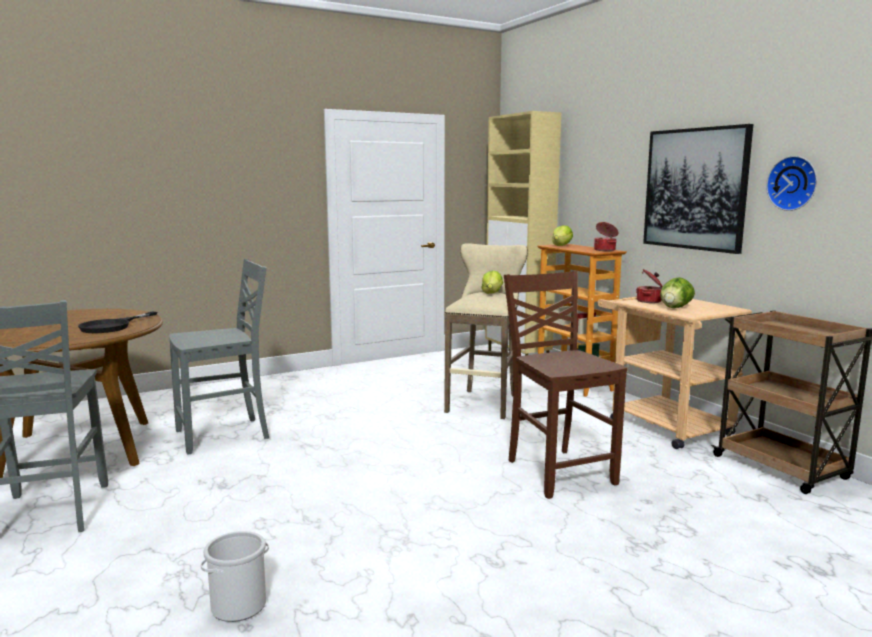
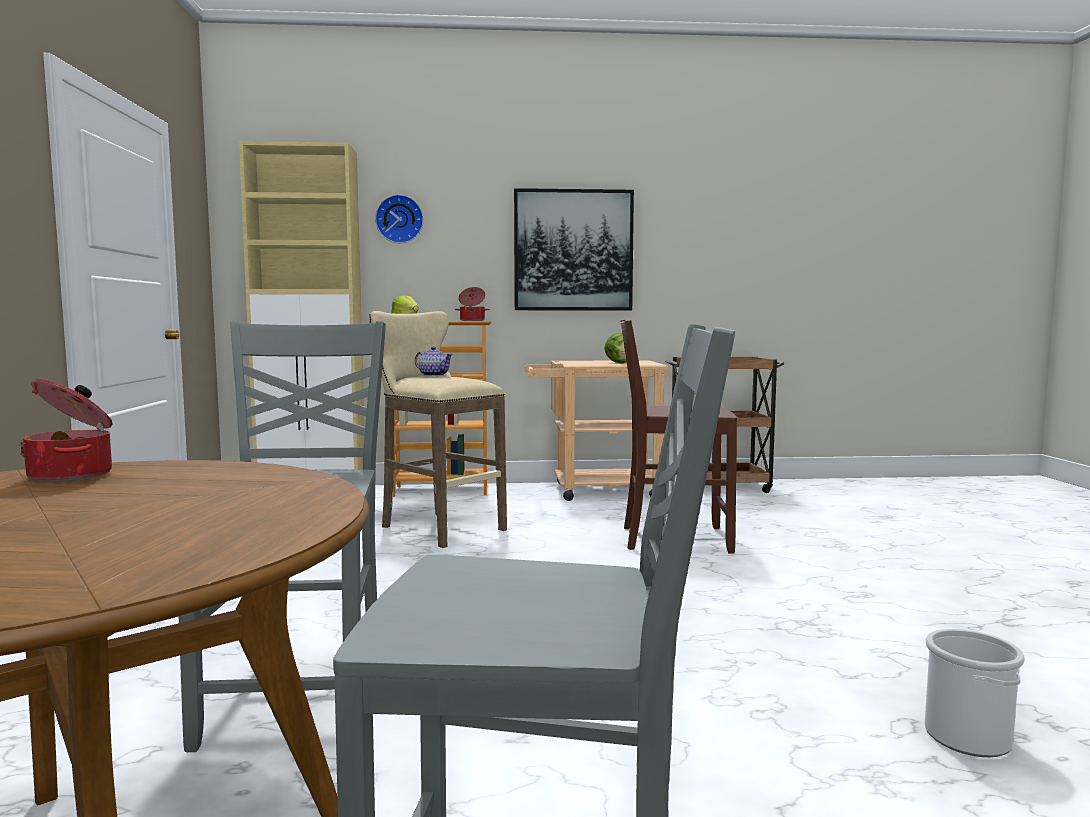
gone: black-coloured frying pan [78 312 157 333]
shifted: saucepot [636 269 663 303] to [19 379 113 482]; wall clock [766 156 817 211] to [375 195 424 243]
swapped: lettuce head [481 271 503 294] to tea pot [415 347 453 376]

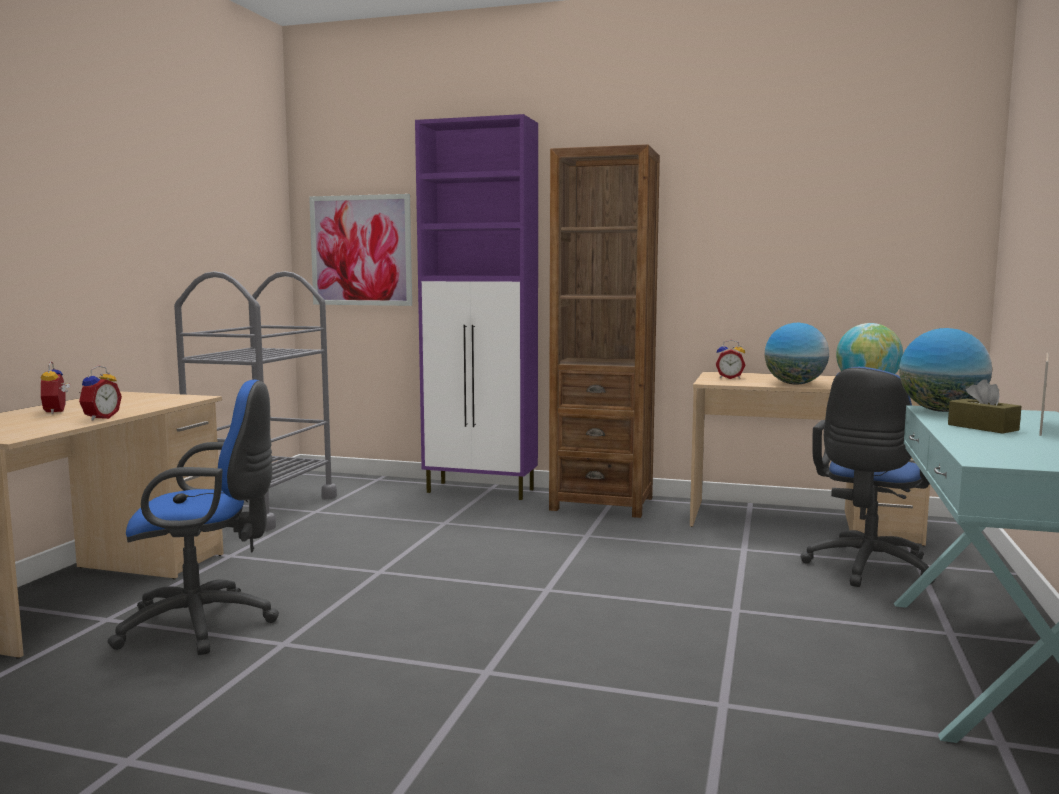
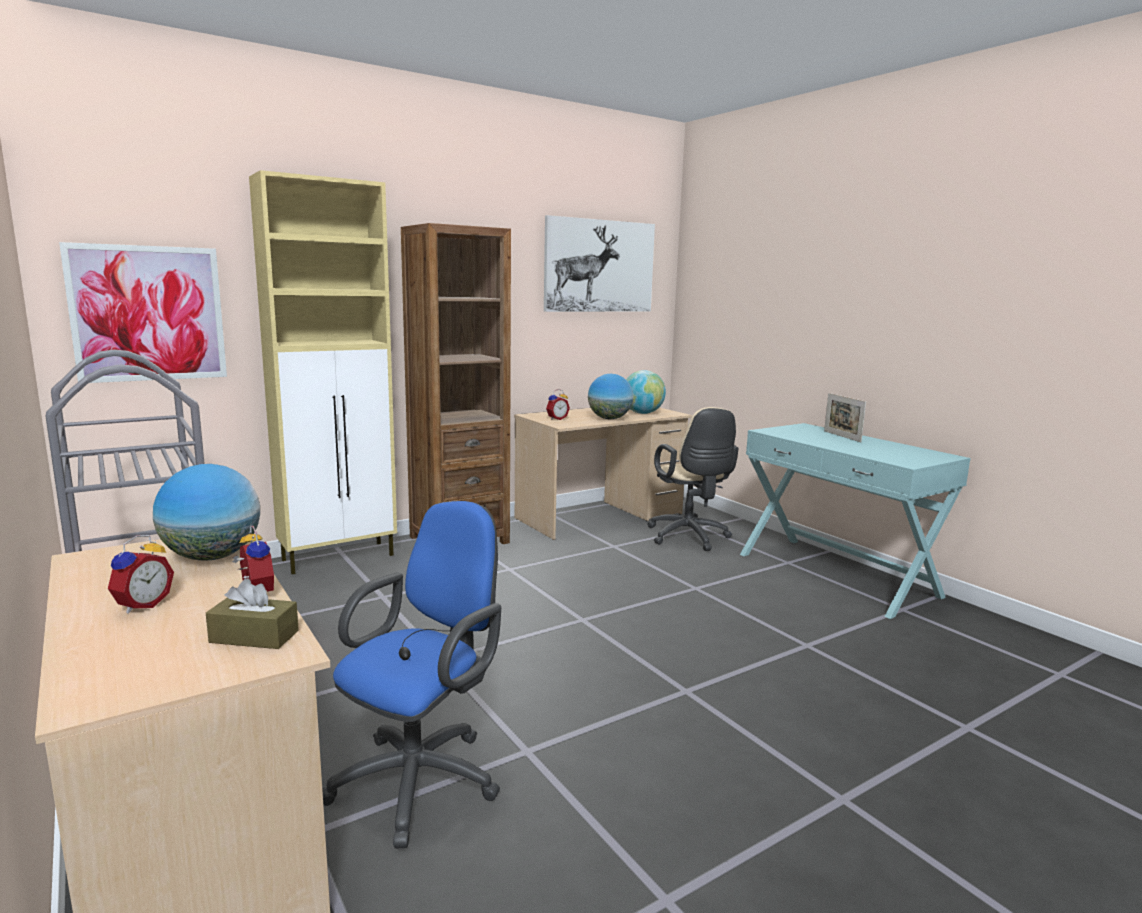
new: picture [544 215 655 312]
shifted: globe [899 328 992 412] to [153 464 260 561]; brown box of tissues [948 379 1021 434] to [206 578 299 649]
repainted: purple-coloured storage cabinet [415 114 538 500] to beige storage cabinet [249 170 397 574]; blue computer chair [801 367 936 587] to beige computer chair [647 407 739 551]
rotated: table clock [40 361 70 414] = [108 535 174 614] 90 degrees counterclockwise

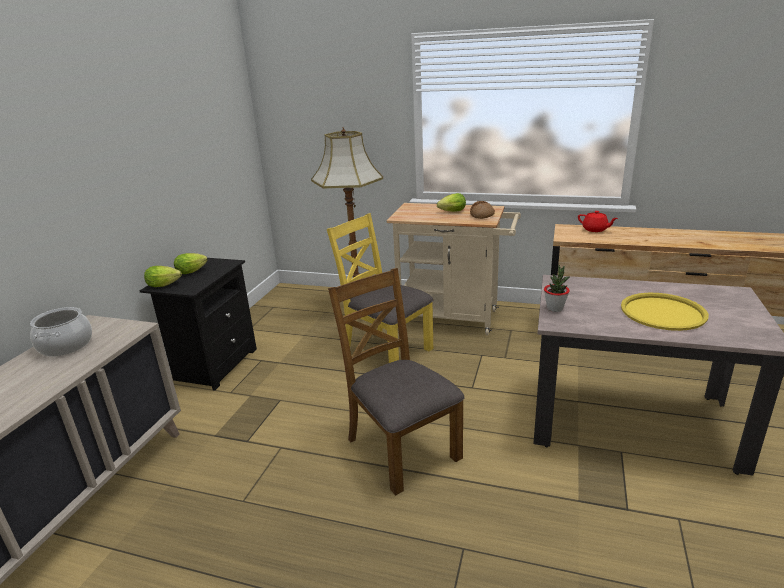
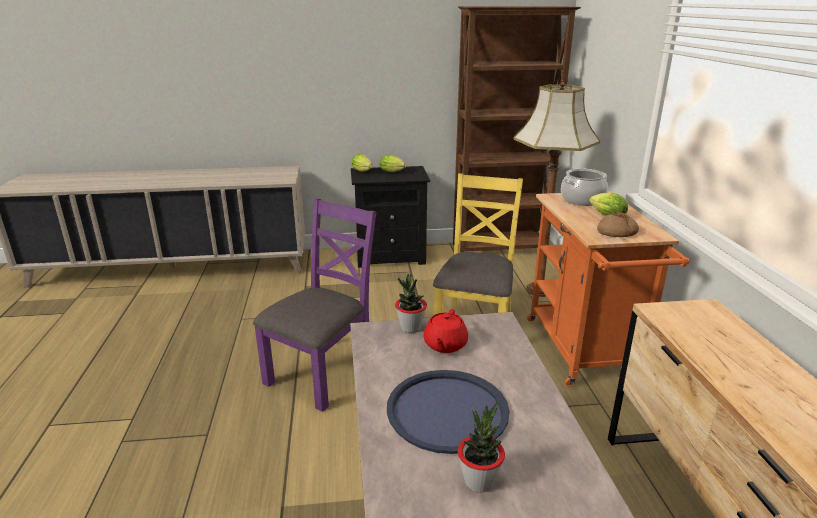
new: brown bookshelf [453 6 581 252]; potted plant [458 401 505 492]
shifted: saucepot [30 307 92 356] to [561 168 608 206]; red-coloured tea pot [578 211 618 232] to [424 309 468 353]
repainted: brown chair [328 268 465 495] to purple-coloured chair [253 198 376 412]; beige wheeled cart [386 203 521 335] to orange wheeled cart [527 191 689 386]; yellow-coloured serving tray [621 293 709 331] to blue serving tray [387 370 510 454]

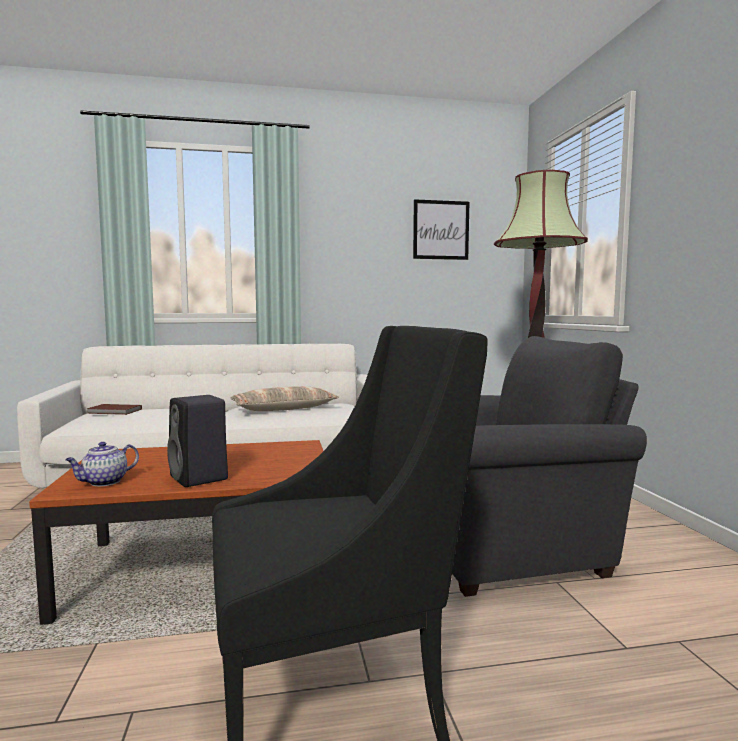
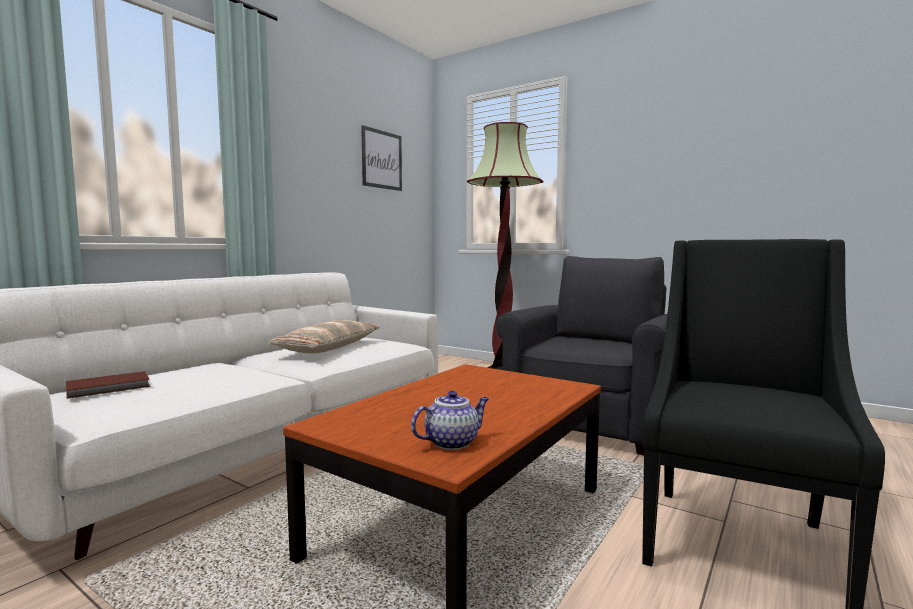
gone: black-coloured speaker [167 395 228 487]
rotated: tea pot [65 442 139 486] = [411 391 489 450] 120 degrees counterclockwise

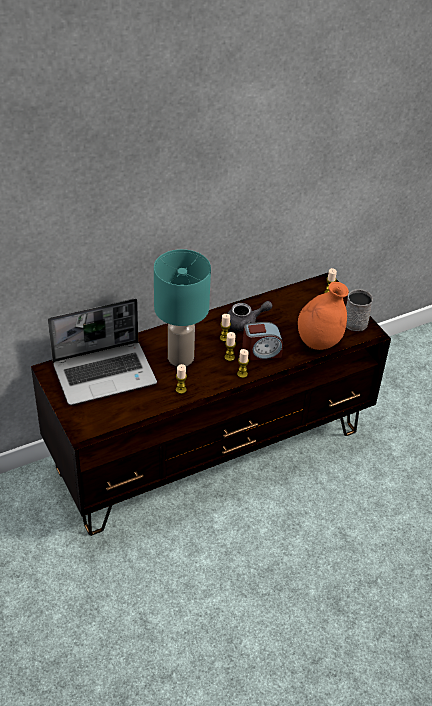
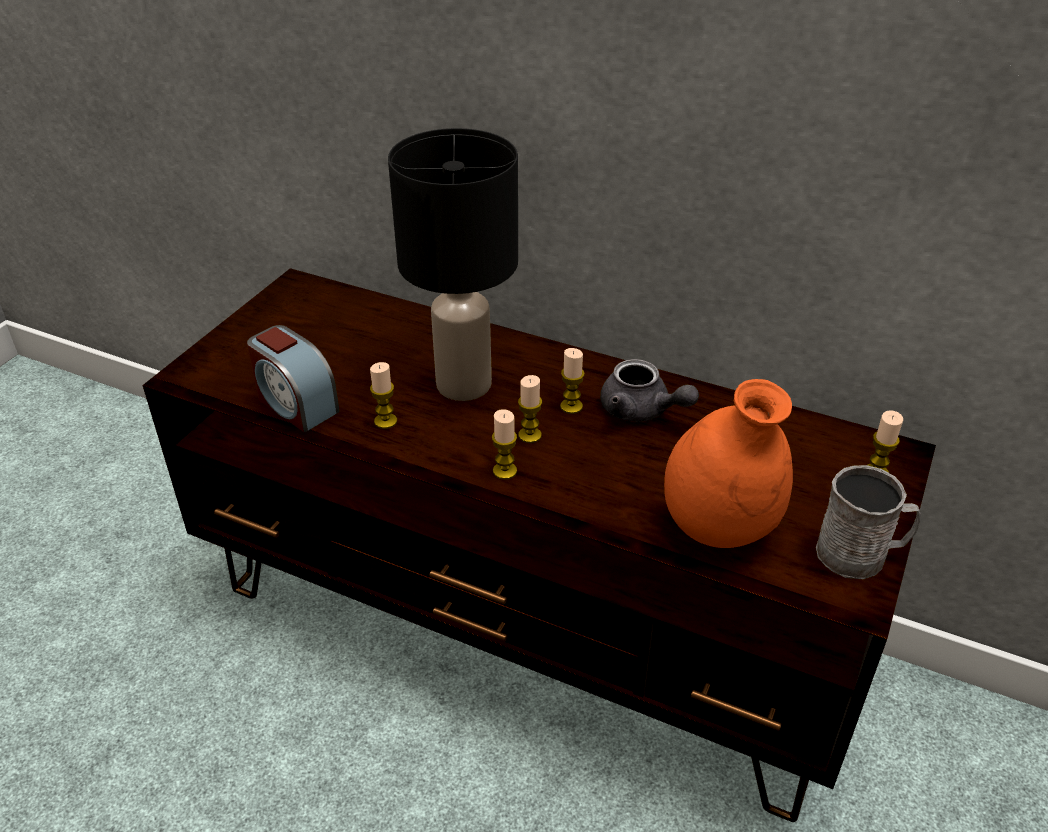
gone: portable computer [48 298 157 405]
shifted: table clock [242 322 283 361] to [247 325 340 432]
repainted: blue-green table lamp [154 249 211 366] to black-coloured table lamp [388 128 518 401]

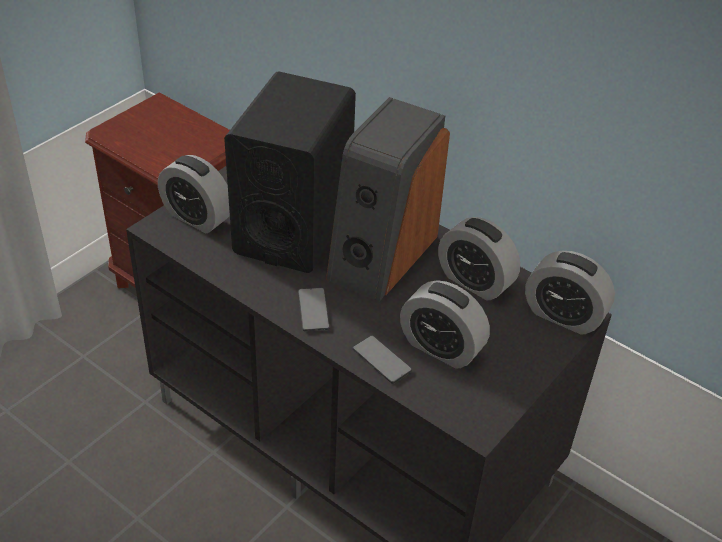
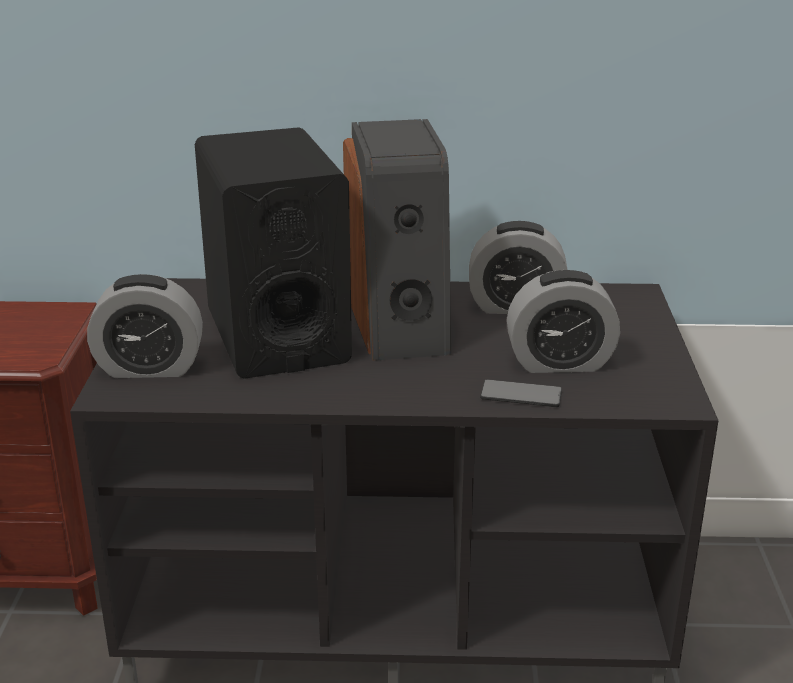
gone: handset [298 288 330 331]; table clock [525 251 615 335]

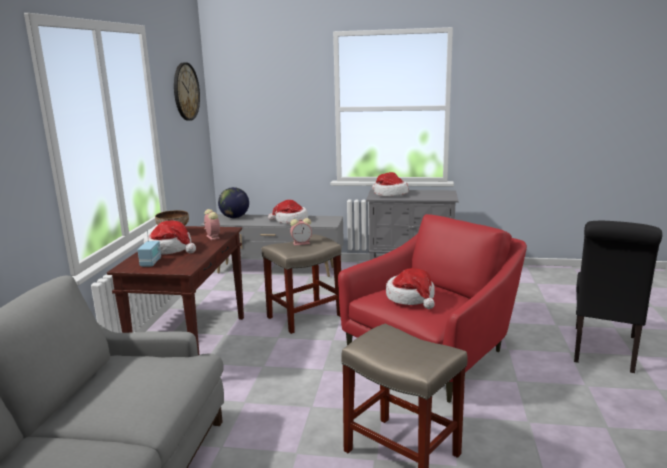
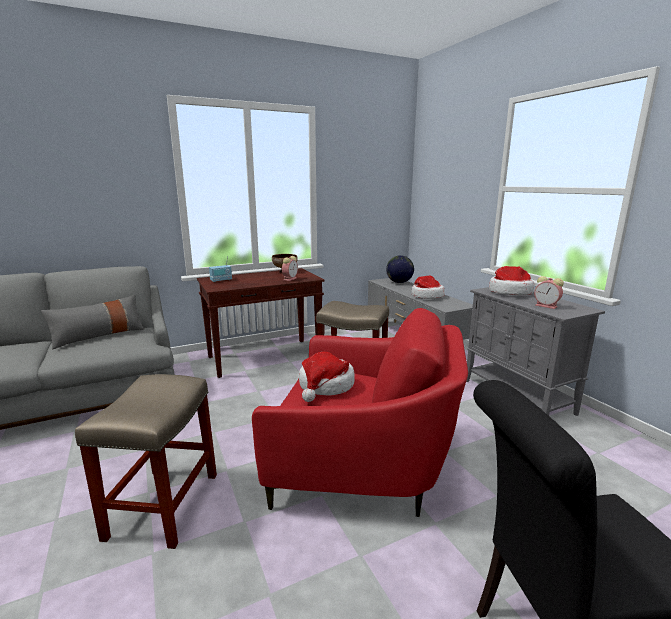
gone: hat [144 220 196 255]; wall clock [174 62 200 121]
new: grey cushion [41 295 144 350]
shifted: table clock [290 218 312 246] to [534 276 564 309]

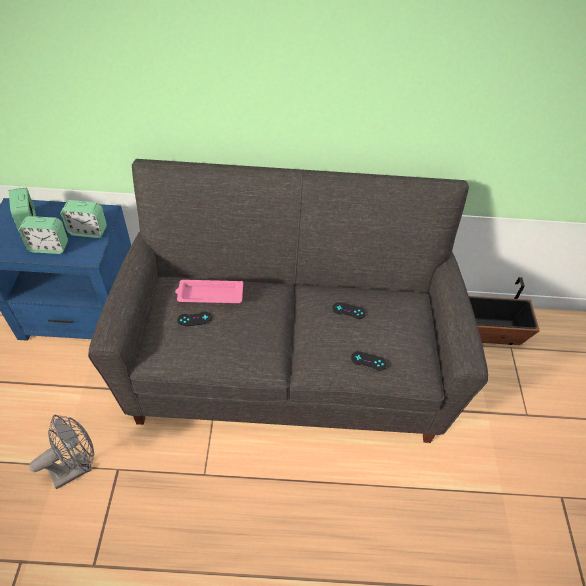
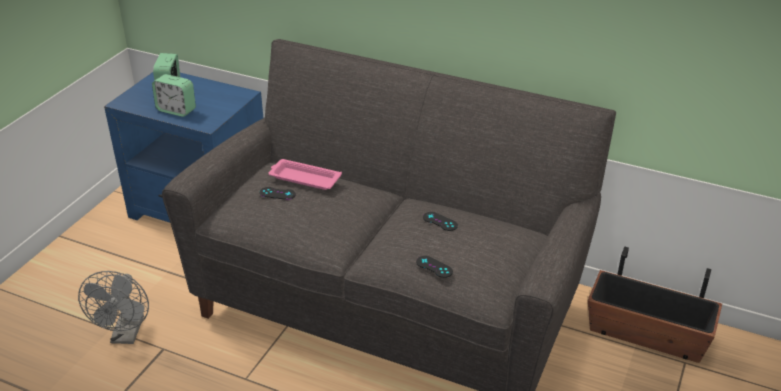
gone: table clock [60 200 107 238]
rotated: grey cooling fan [29 415 94 489] = [78 271 149 344] 105 degrees clockwise

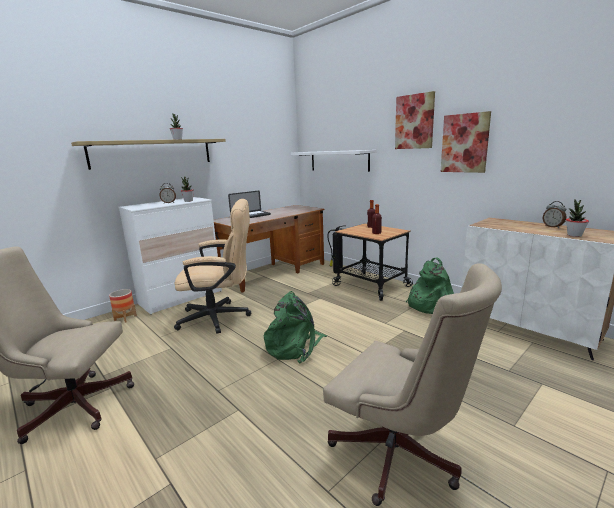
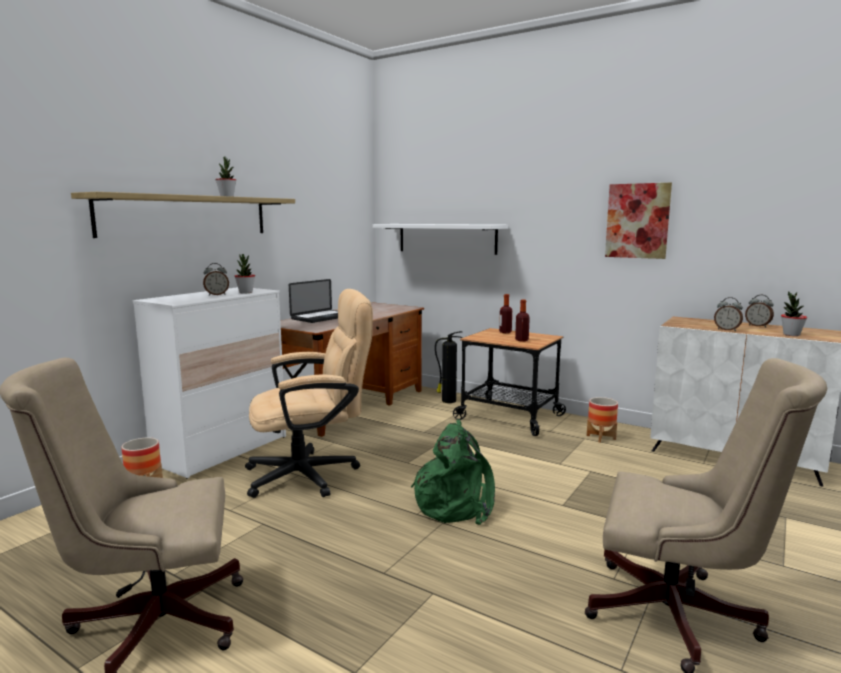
gone: picture [395 91 435 149]
new: table clock [714 297 743 331]
swapped: green rucksack [406 257 454 314] to planter [587 397 618 443]

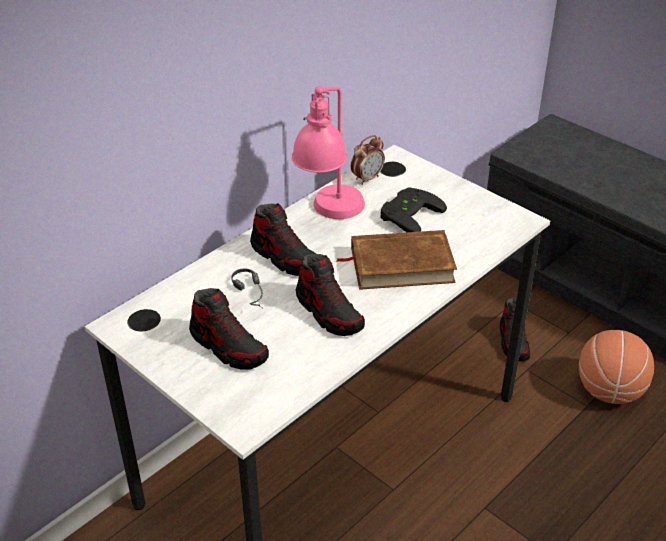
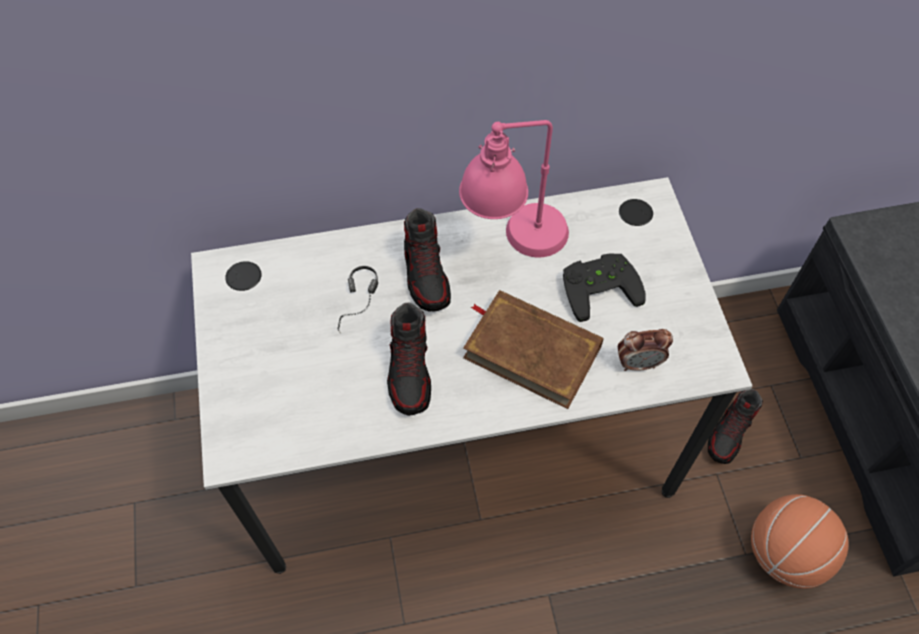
gone: item of footwear [189 288 269 369]
shifted: table clock [350 135 385 185] to [618 329 673 371]

